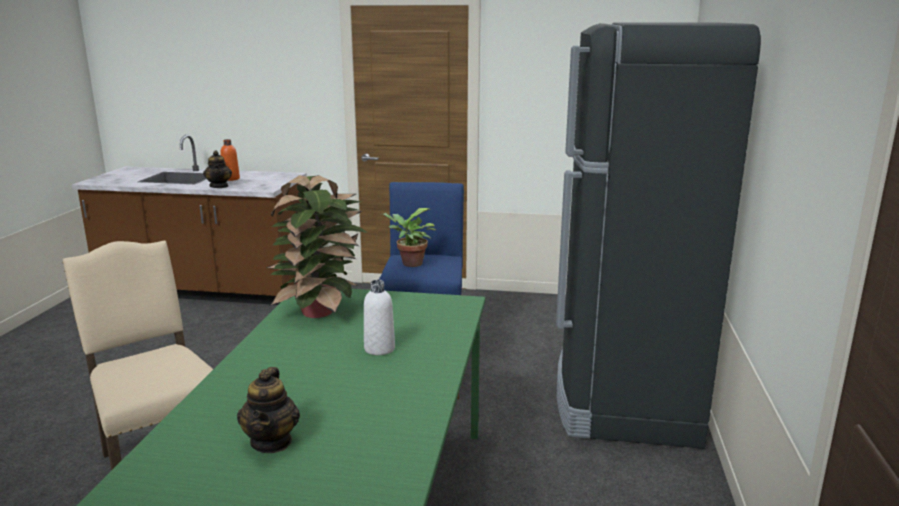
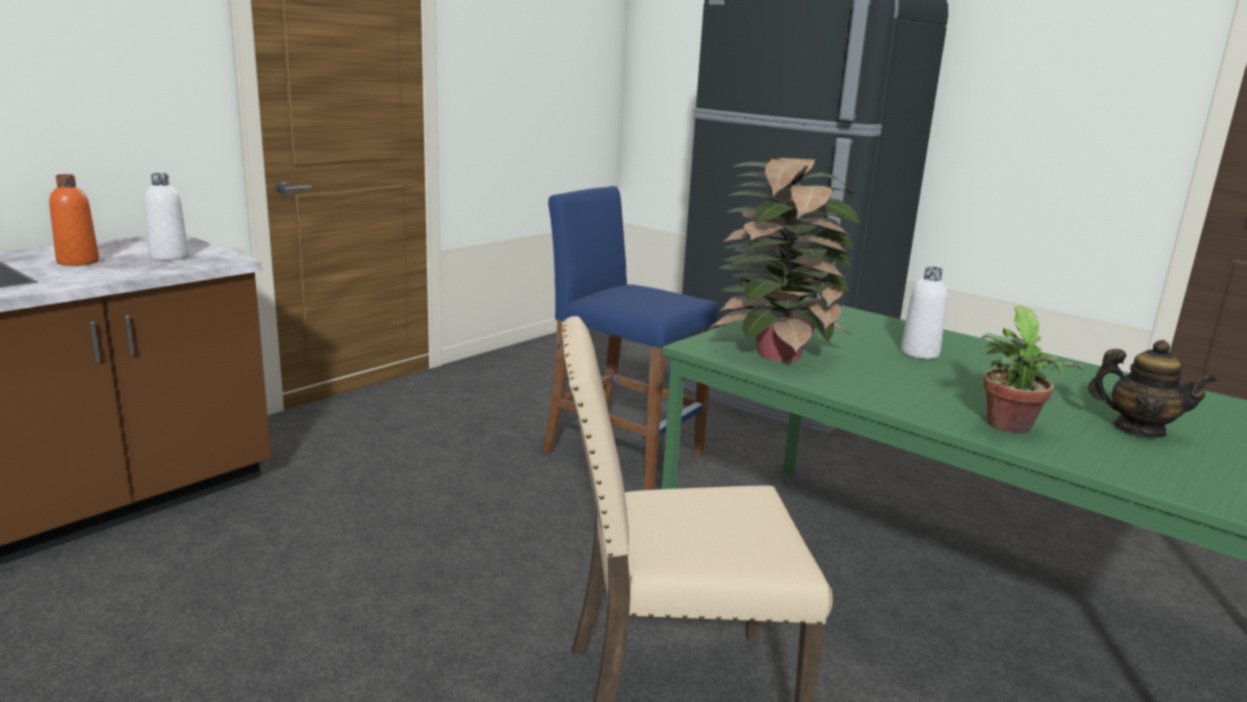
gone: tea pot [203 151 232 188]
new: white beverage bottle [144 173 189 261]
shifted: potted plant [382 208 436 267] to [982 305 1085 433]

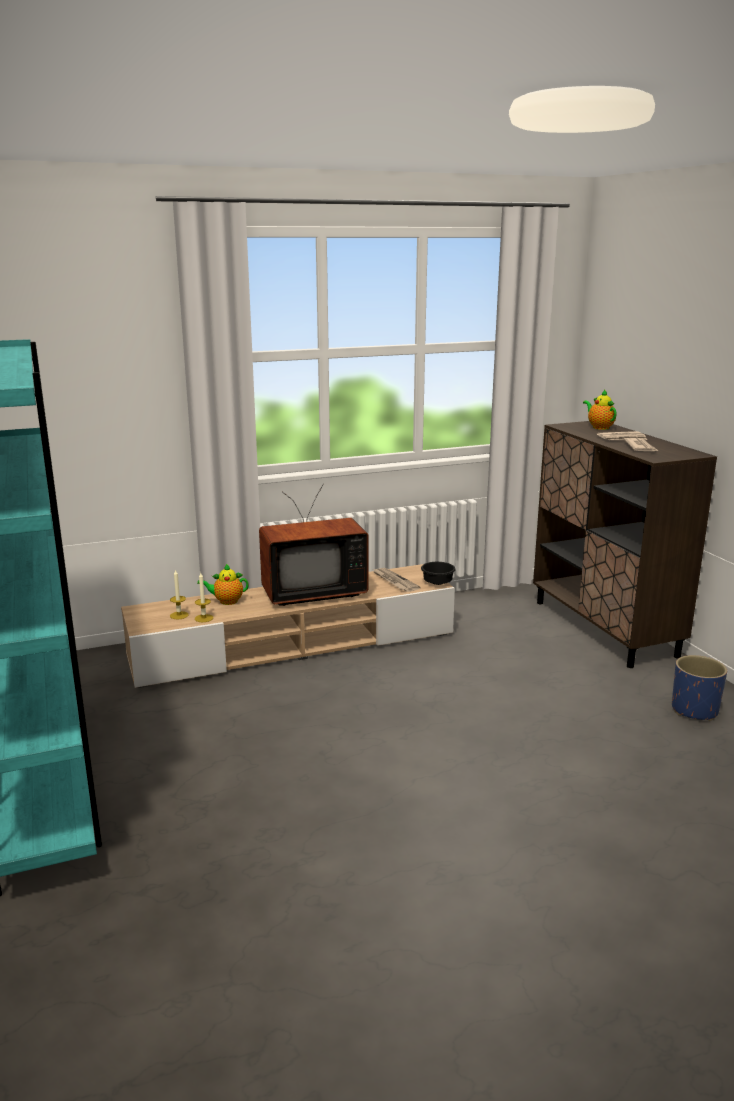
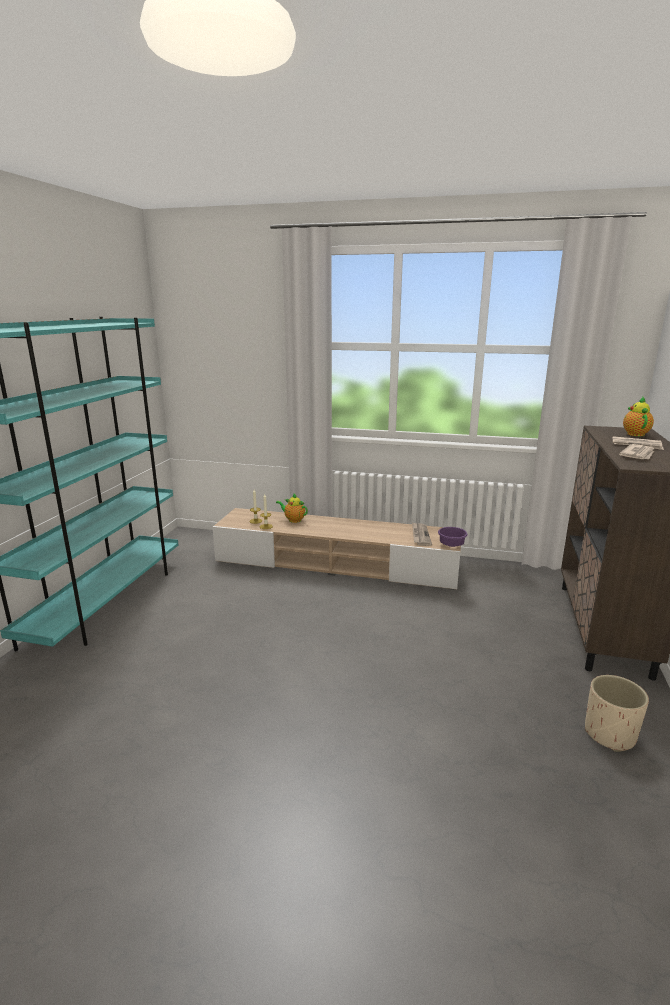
gone: TV [259 484 368 606]
repainted: black-coloured bowl [421 562 456 585] to purple-coloured bowl [438 527 468 547]; blue planter [672 655 727 721] to beige planter [585 675 649 752]

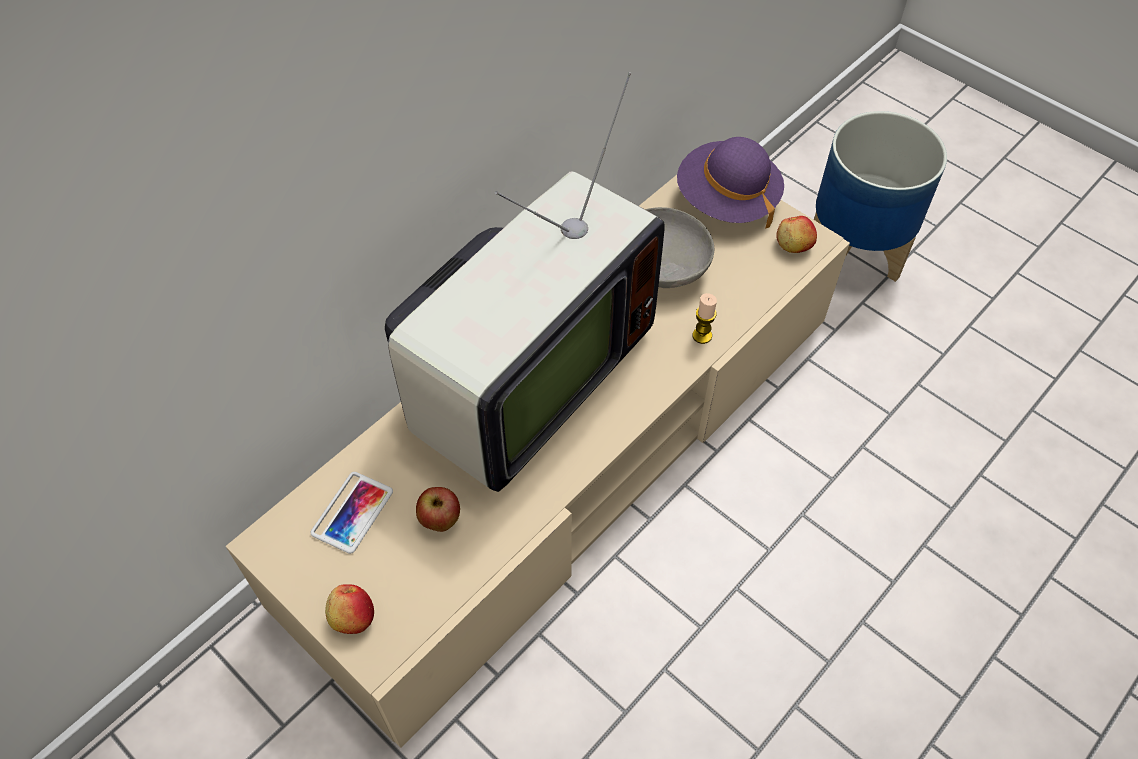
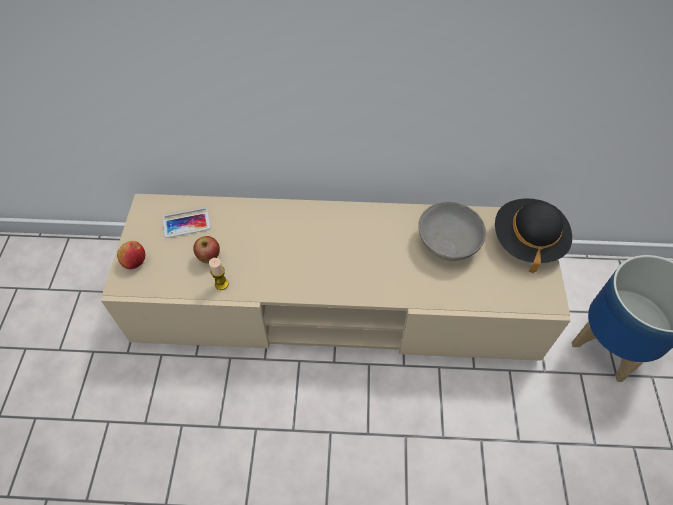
gone: TV [385 72 664 492]; whole apple [777 216 817 253]
shifted: candle [692 293 717 344] to [209 258 229 290]
repainted: purple-coloured hat [677 137 784 228] to black-coloured hat [495 198 572 273]

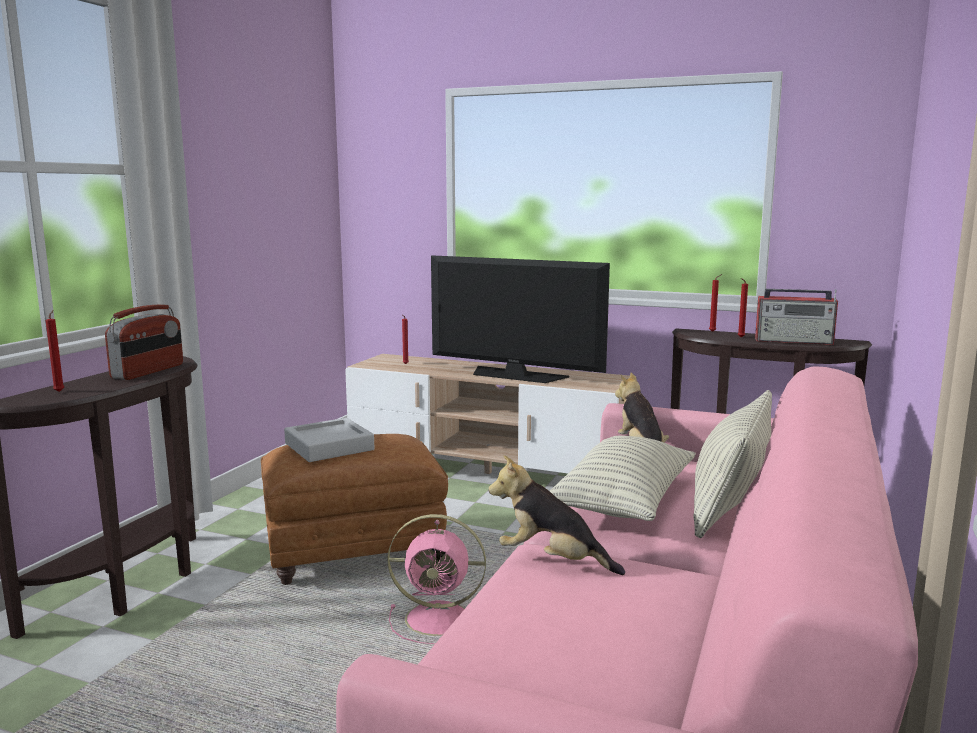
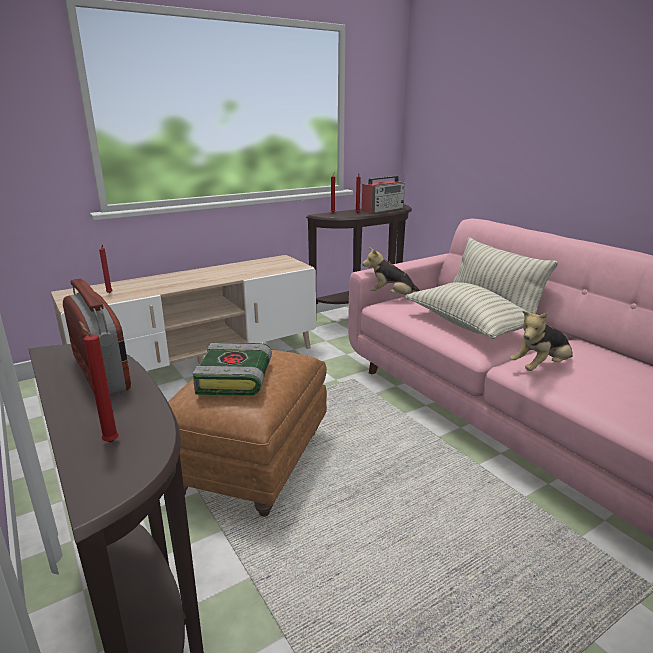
gone: pink cooling fan [387 514 486 644]; TV [431 255 610 383]
swapped: grey serving tray [284 418 375 462] to book [193 342 272 396]

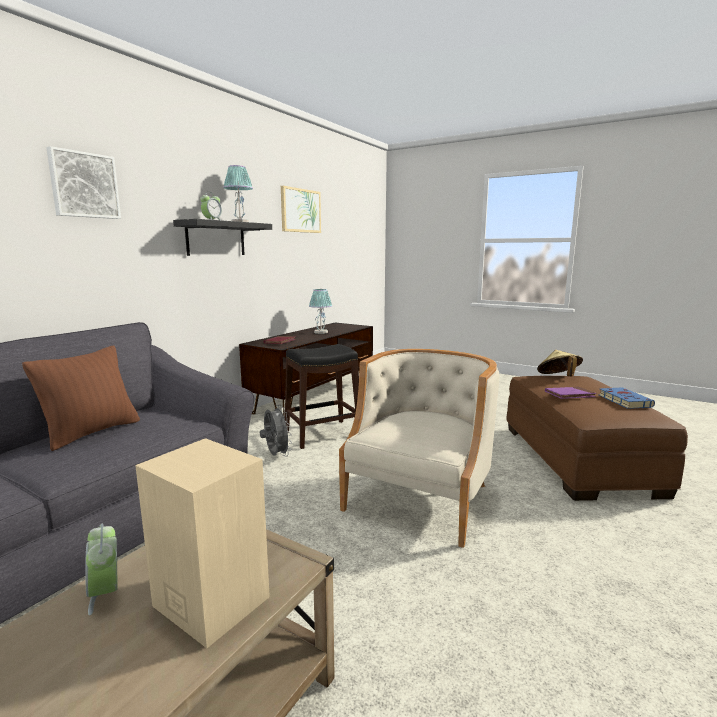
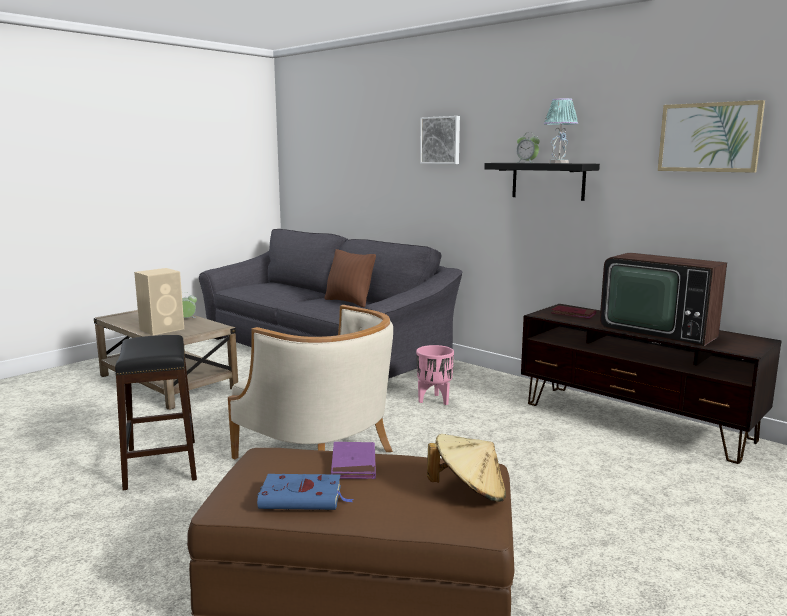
shifted: black-coloured sitting stool [285 344 359 449] to [115 335 197 490]
swapped: grey cooling fan [260 405 292 457] to pink planter [416 345 454 405]; table lamp [309 289 332 334] to TV [600 253 727 346]

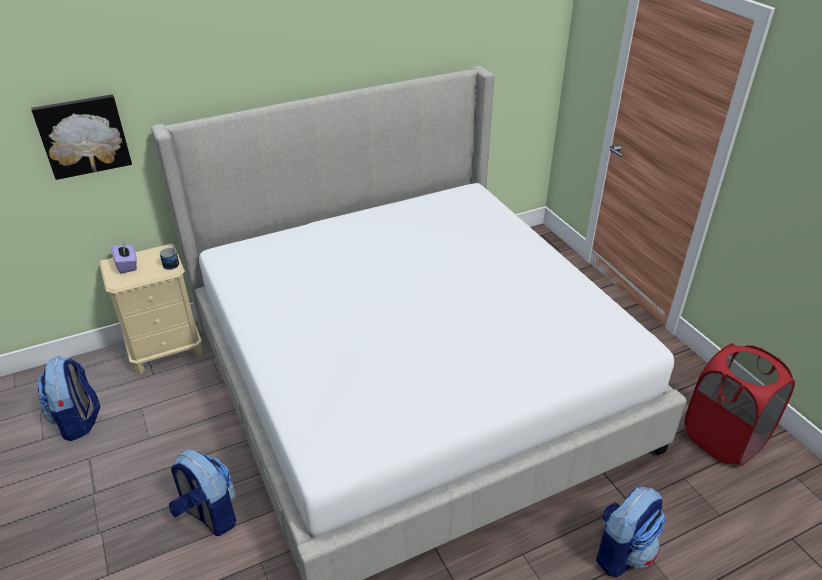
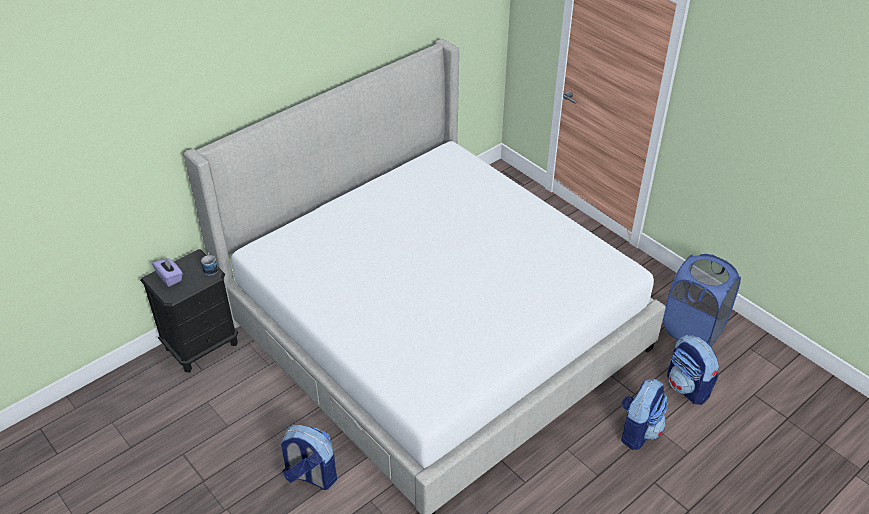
gone: picture [31 94 132 180]
shifted: rucksack [37 356 100 441] to [667 335 719 405]
repainted: beige bedside table [99 244 202 374] to black-coloured bedside table [140 249 238 372]; red-coloured laundry basket [684 343 795 466] to blue laundry basket [663 254 741 346]

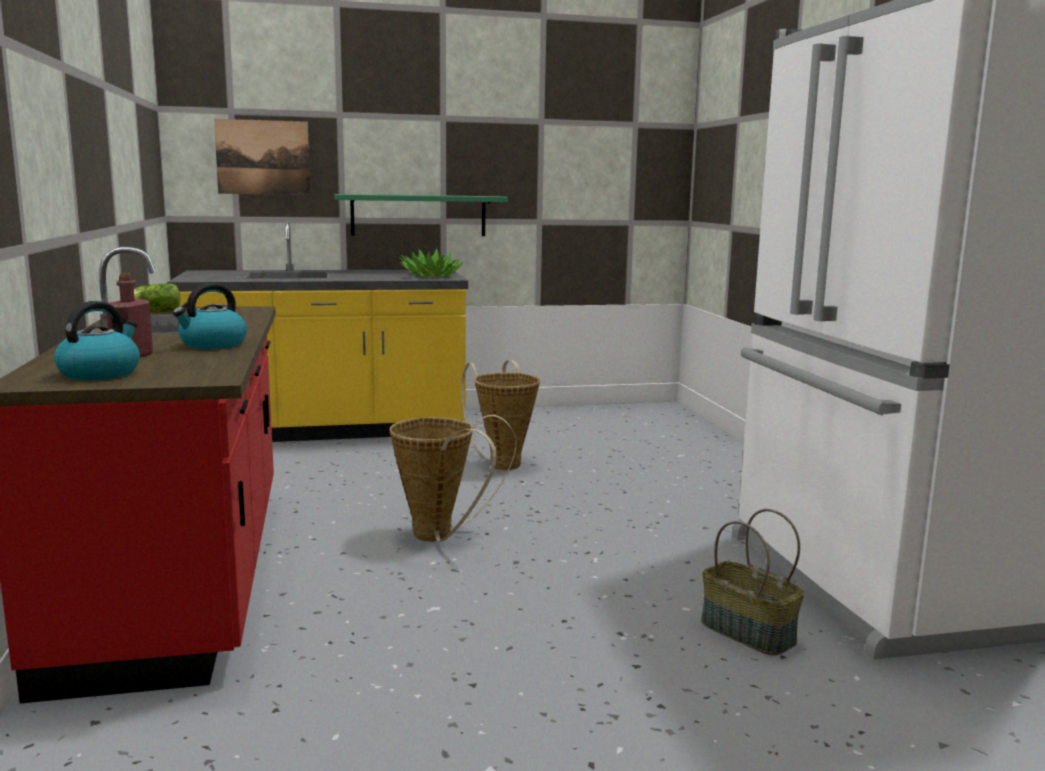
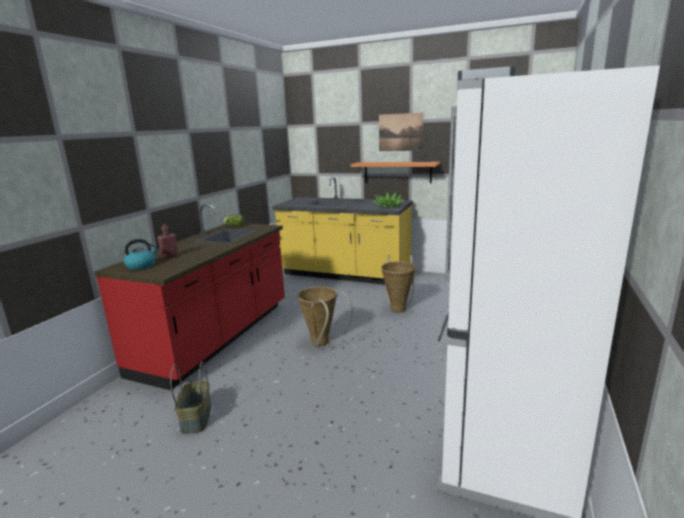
gone: kettle [173 283 247 349]
shifted: picture [214 119 310 195] to [379 113 423 151]; basket [701 509 804 655] to [170 361 212 434]
repainted: green shelf [334 194 508 236] to orange shelf [351 162 440 183]

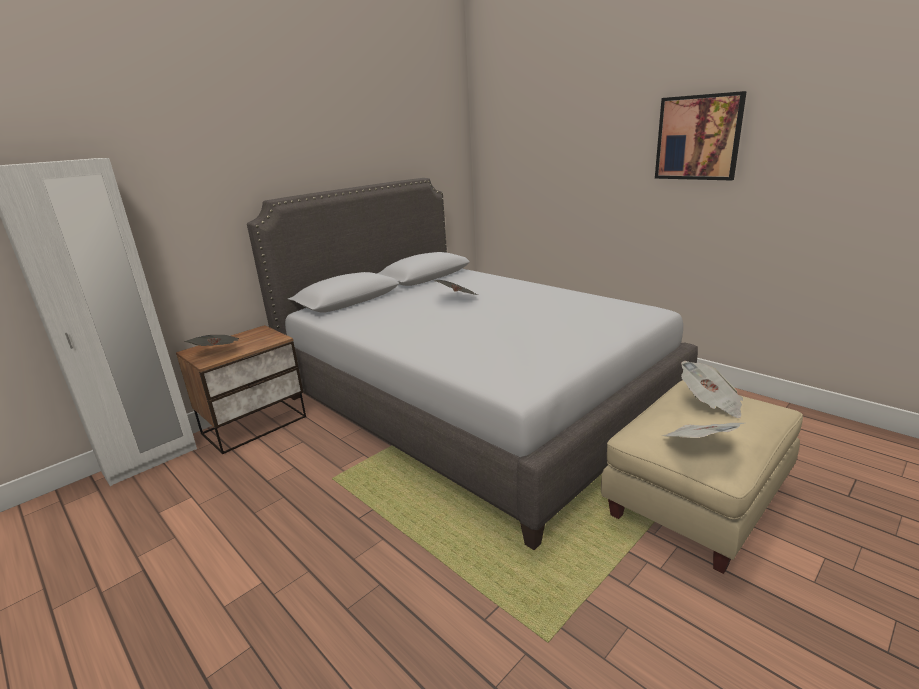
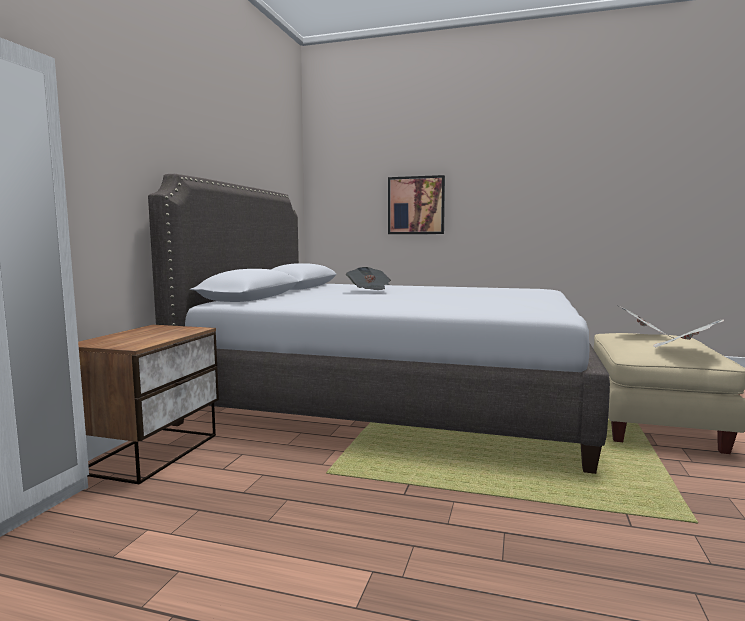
gone: daily paper [184 335 239 346]
shifted: picture [655 91 747 180] to [388 175 445 234]

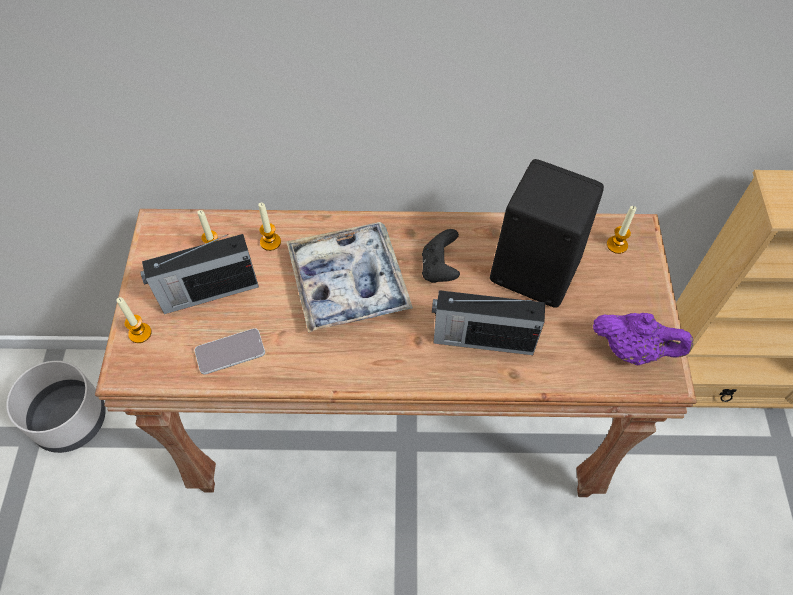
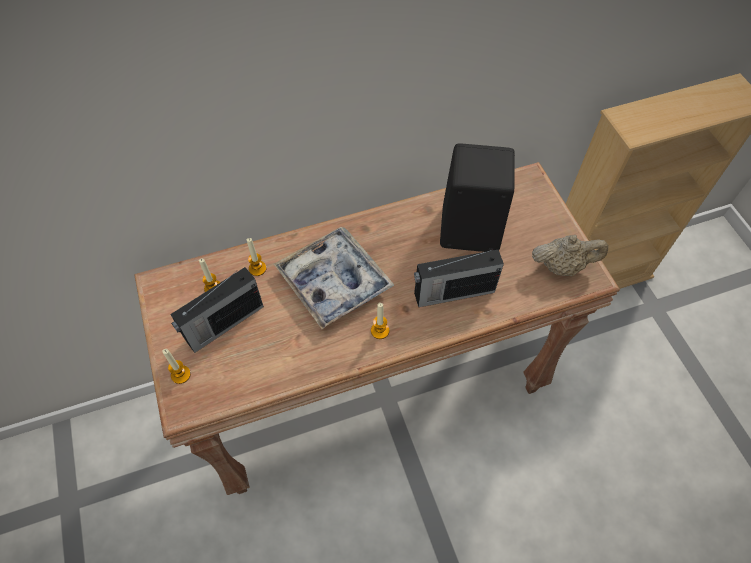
gone: grey planter [6 361 106 453]; handset [195 328 265 375]; black-coloured gamepad [422 229 460 283]
shifted: candle [607 206 637 254] to [371 303 389 339]
repainted: purple-coloured tea pot [593 313 693 365] to beige tea pot [532 235 608 276]

